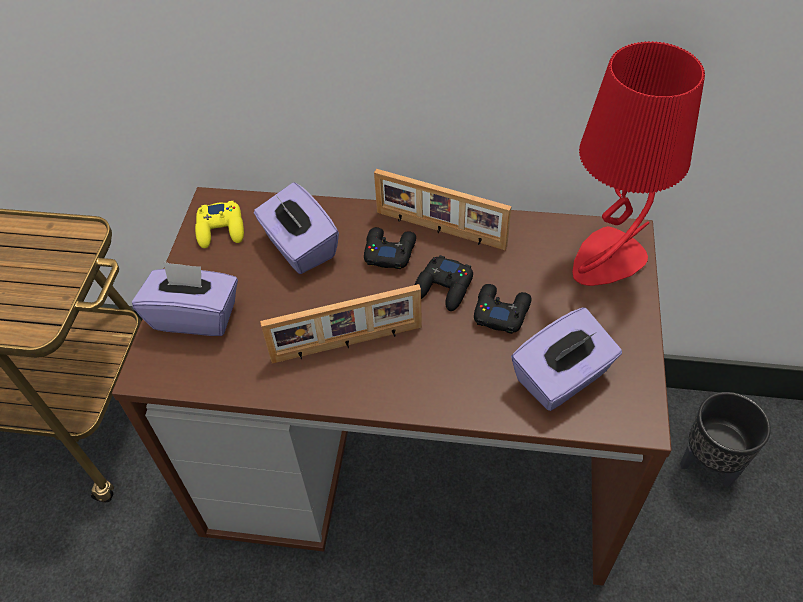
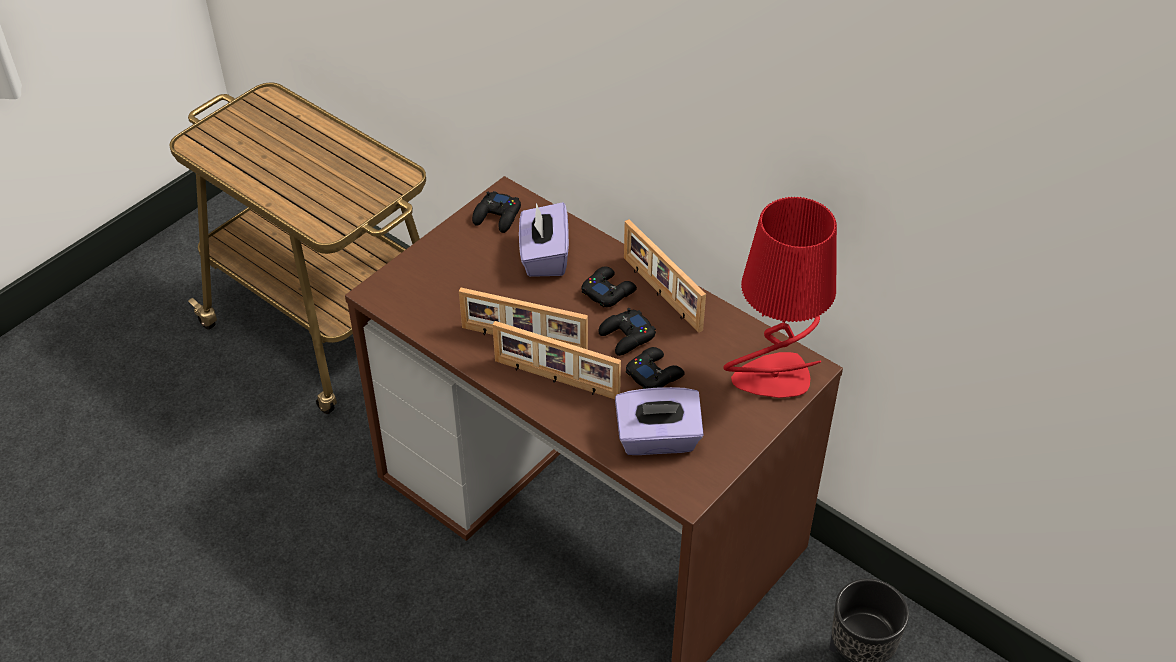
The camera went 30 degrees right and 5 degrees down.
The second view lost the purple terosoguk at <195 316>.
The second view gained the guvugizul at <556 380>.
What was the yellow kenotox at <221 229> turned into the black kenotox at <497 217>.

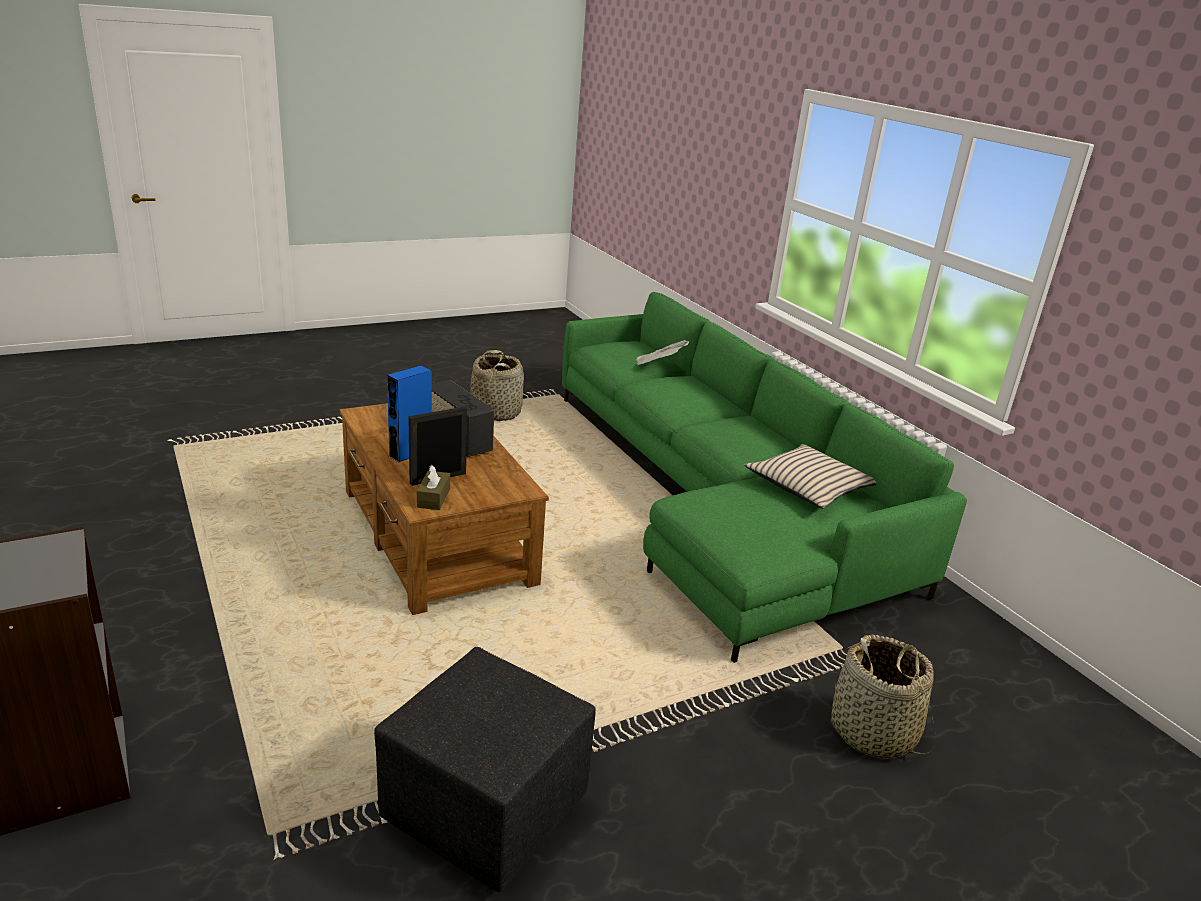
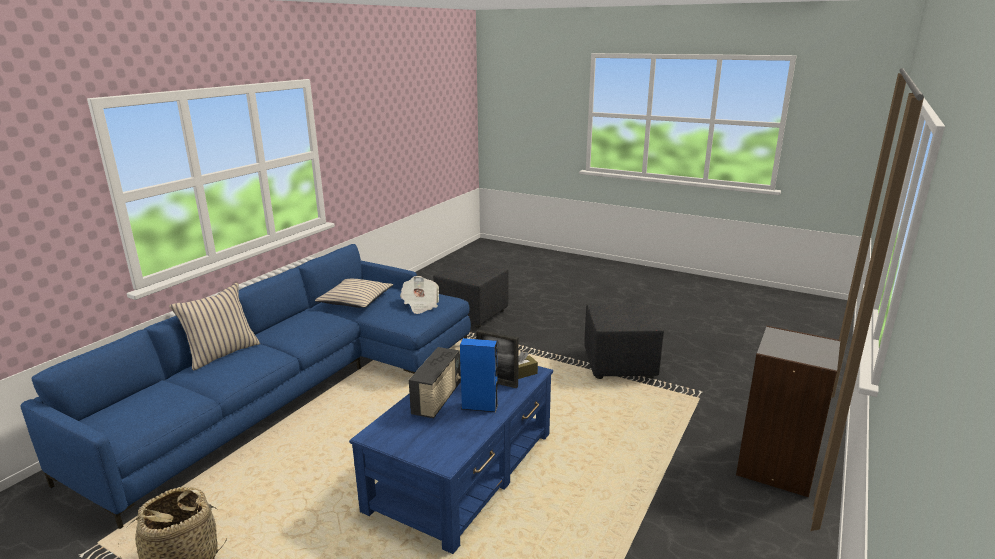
The camera went 120 degrees left and 5 degrees down.
The second view gained the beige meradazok at <222 353>.
The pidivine ended up elsewhere, having gone from <658 365> to <420 305>.
Where the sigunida stood at <873 732>, the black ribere came to stand at <473 314>.
What was the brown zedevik at <435 537> turned into the blue zedevik at <464 470>.
What was the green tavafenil at <717 500> turned into the blue tavafenil at <298 388>.

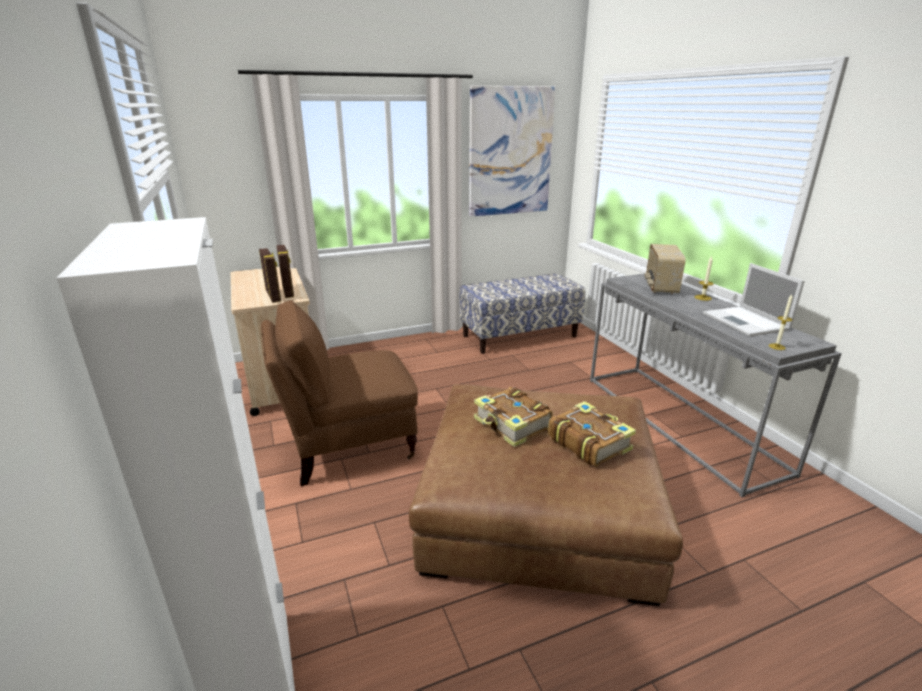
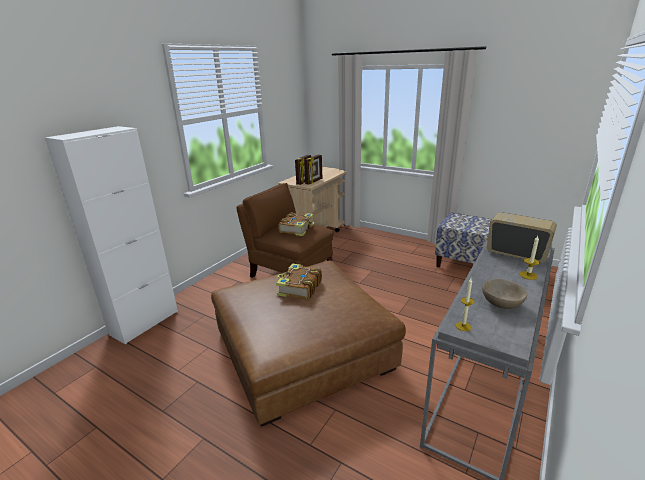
The camera went 55 degrees right and 0 degrees up.
The second view lost the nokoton at <510 152>.
The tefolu ended up elsewhere, having gone from <588 442> to <297 229>.
Where the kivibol stood at <746 322>, the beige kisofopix came to stand at <501 304>.
The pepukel at <660 287> ended up facing another way, 60 degrees clockwise from before.

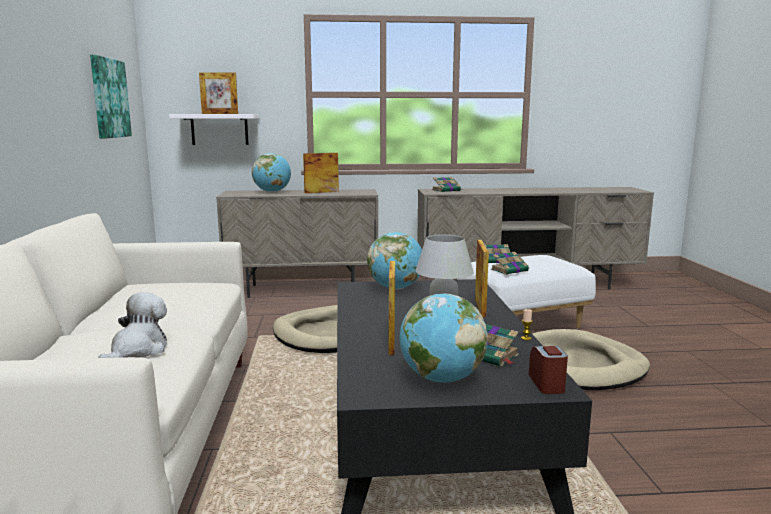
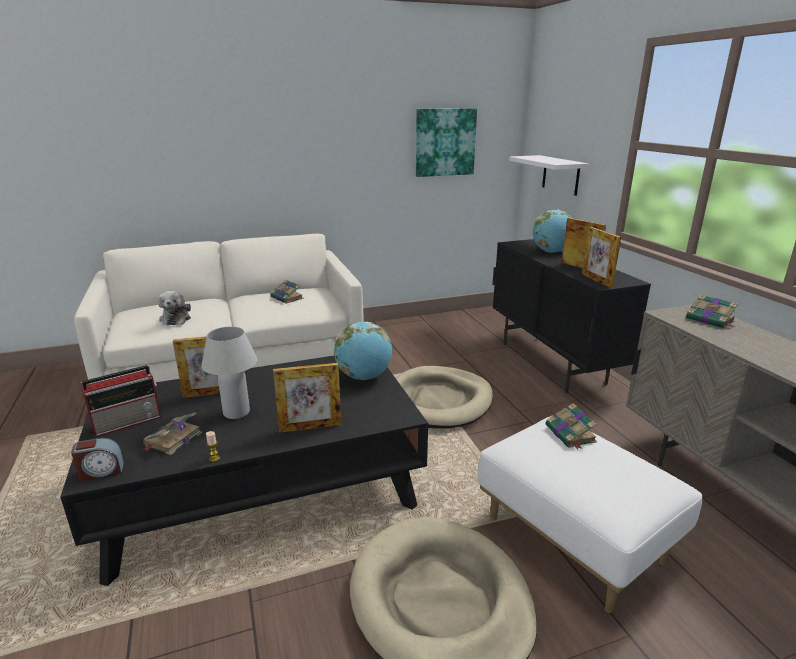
The camera went 75 degrees right and 10 degrees up.
The guvugizul ended up elsewhere, having gone from <220 113> to <596 280>.
The tefolu ended up elsewhere, having gone from <510 270> to <287 298>.
Where the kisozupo stood at <441 379>, the pepukel came to stand at <129 421>.
What was the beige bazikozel at <303 290> turned into the black bazikozel at <551 363>.
The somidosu at <138 350> ended up facing another way, 75 degrees clockwise from before.

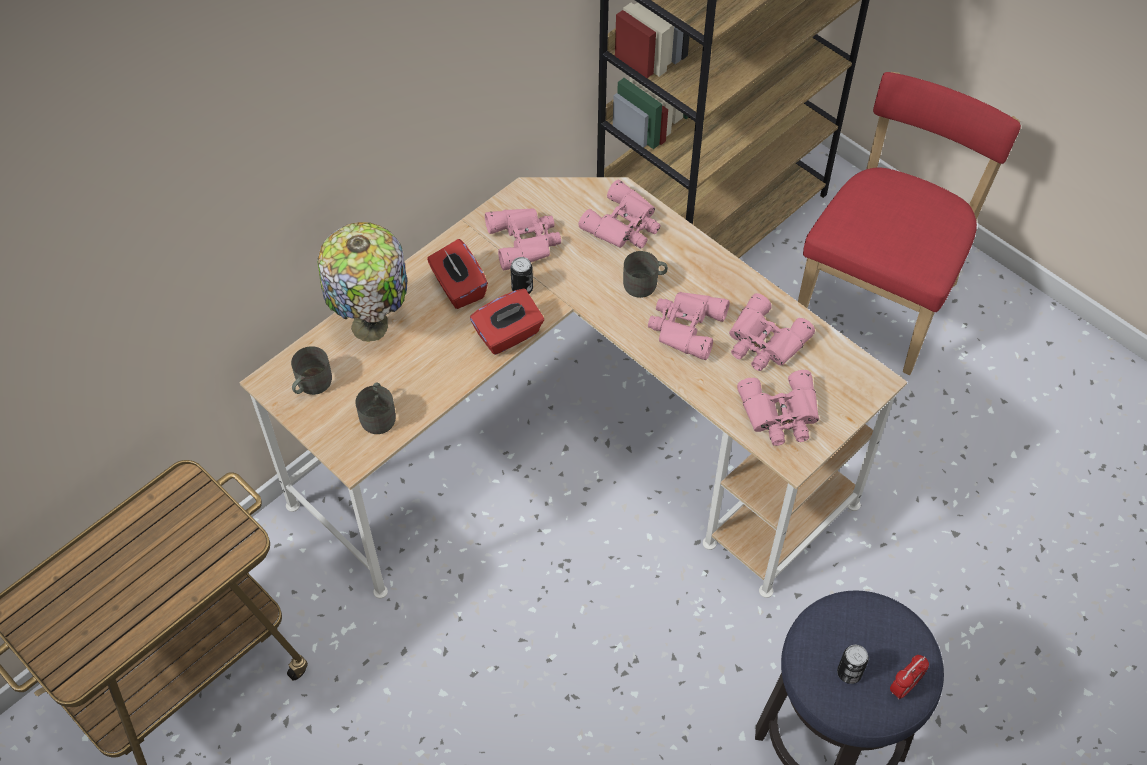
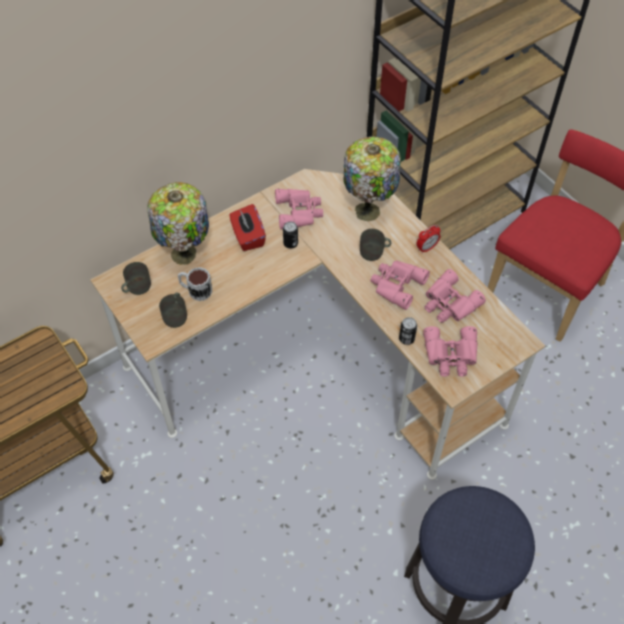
The camera went 10 degrees right and 0 degrees up.
The second view lost the red terosoguk at <508 335>.
The second view gained the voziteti at <195 290>.
The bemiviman ended up elsewhere, having gone from <849 673> to <406 339>.
The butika ended up elsewhere, having gone from <904 687> to <427 248>.
Where the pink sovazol stood at <624 225>, the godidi came to stand at <369 210>.

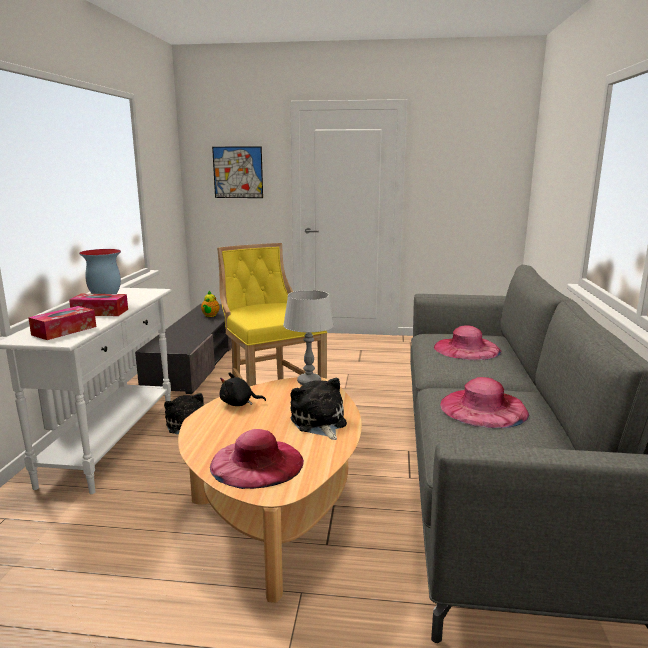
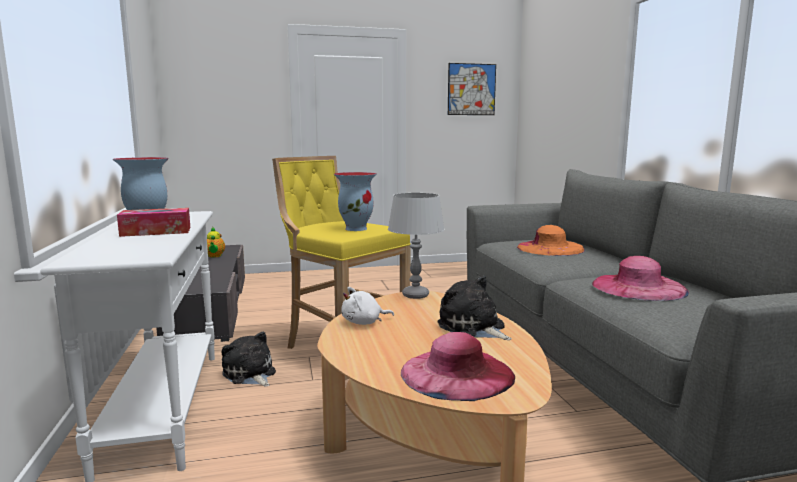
The camera went 20 degrees left and 5 degrees down.
The second view lost the terosoguk at <64 331>.
The second view gained the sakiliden at <356 229>.
The nokoton ended up elsewhere, having gone from <238 172> to <471 89>.
What was the black somidosu at <239 403> turned into the white somidosu at <364 322>.
What was the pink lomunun at <466 349> turned into the orange lomunun at <550 248>.

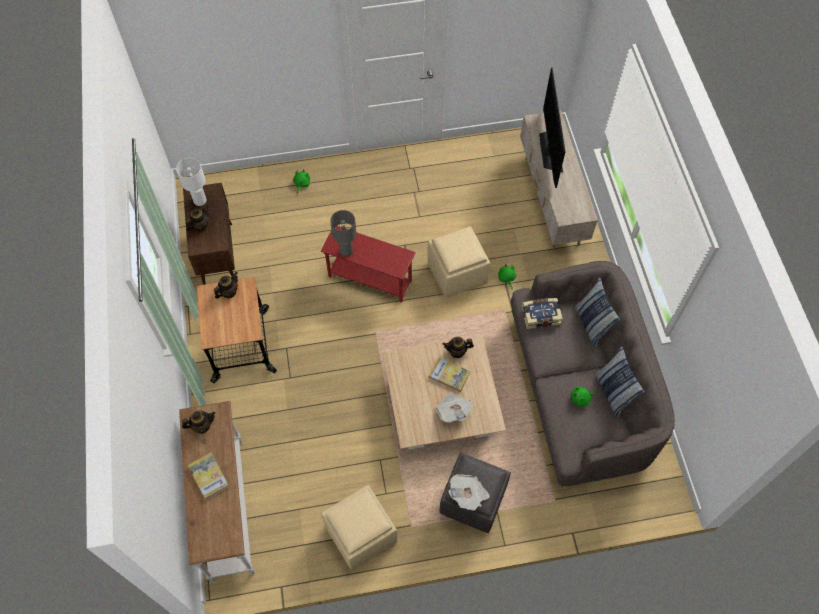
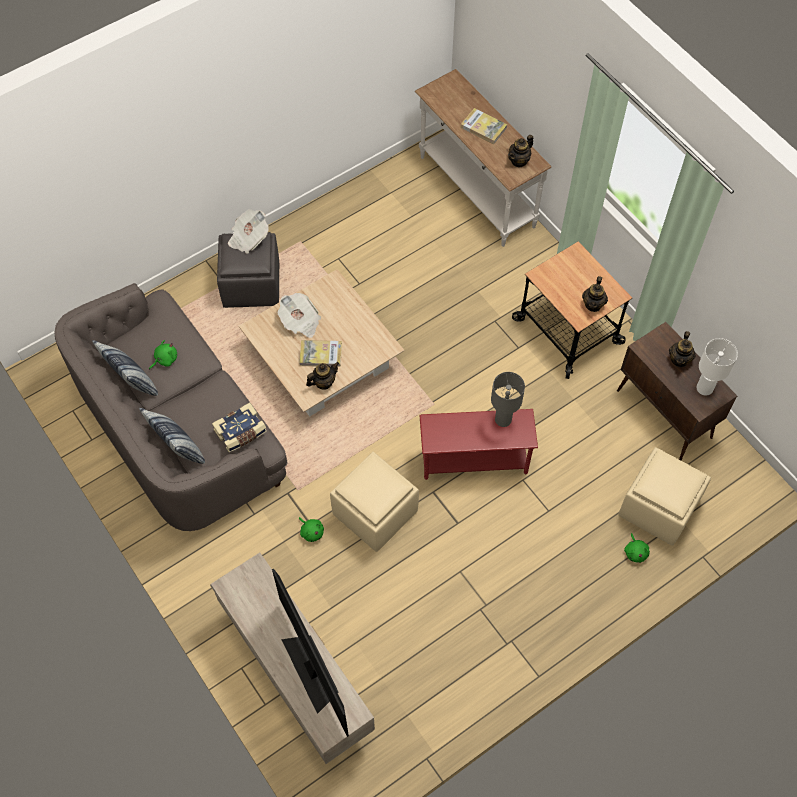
The camera went 155 degrees right and 0 degrees up.
The beige ribere ended up elsewhere, having gone from <361 533> to <658 508>.

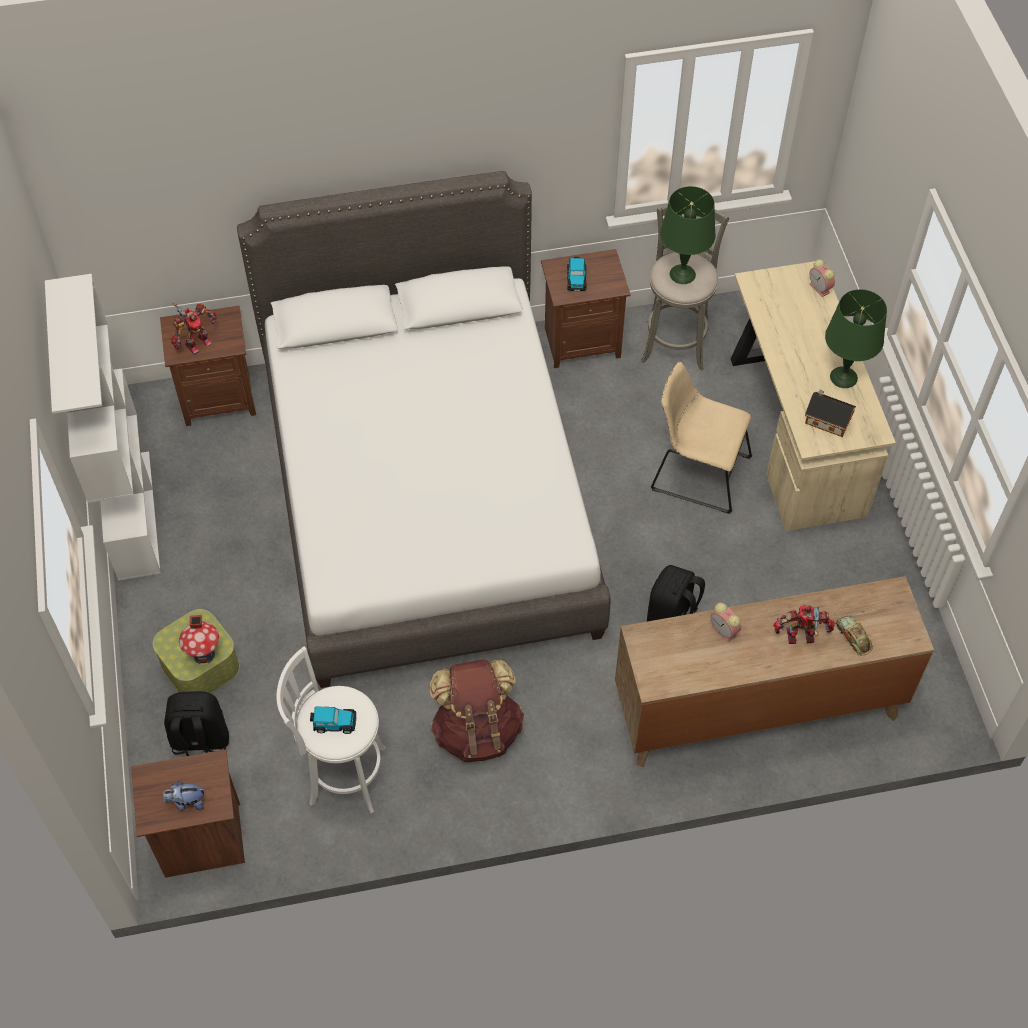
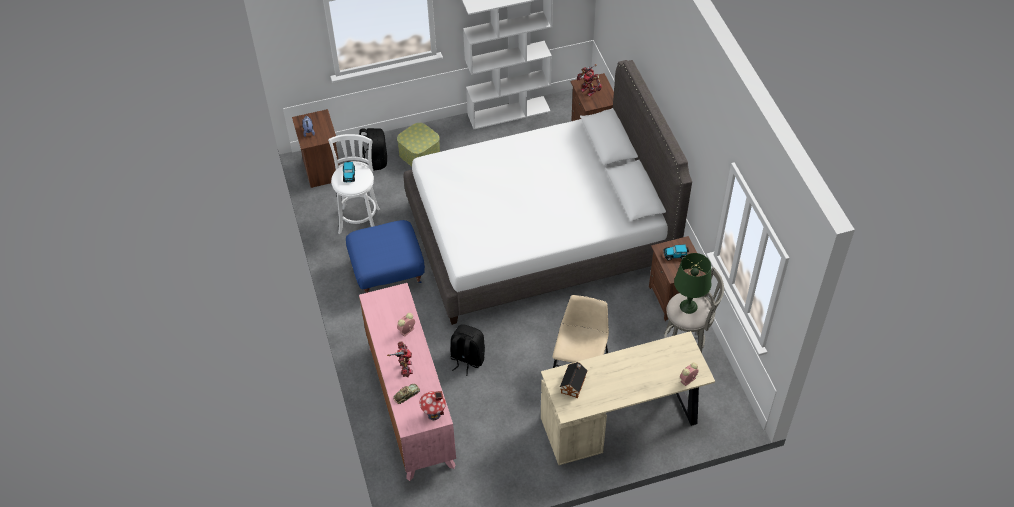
The camera went 85 degrees right and 5 degrees down.
The second view lost the green godidi at <844 377>.
The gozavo ended up elsewhere, having gone from <204 654> to <434 414>.
Where the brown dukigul stood at <477 730>, the blue ribere came to stand at <388 272>.
What was the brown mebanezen at <757 708> turned into the pink mebanezen at <410 404>.

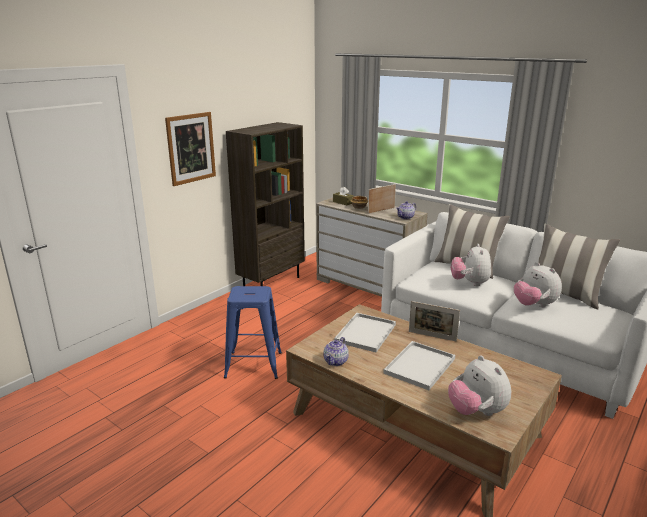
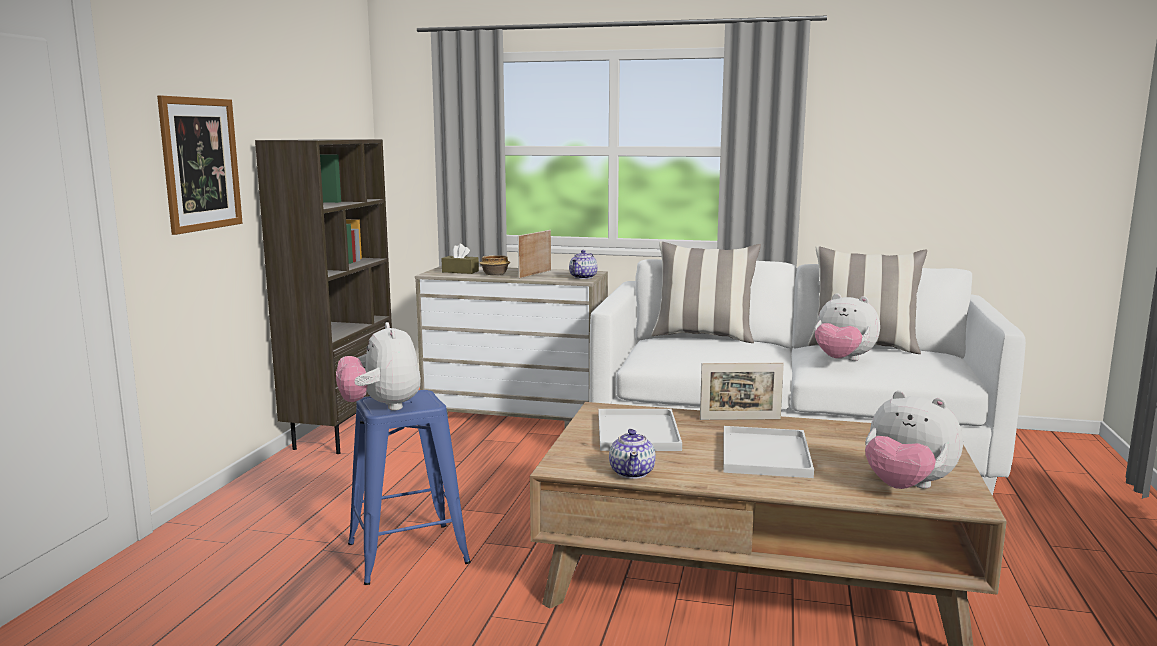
The camera went 25 degrees left and 10 degrees down.
The somidosu ended up elsewhere, having gone from <469 283> to <381 407>.

